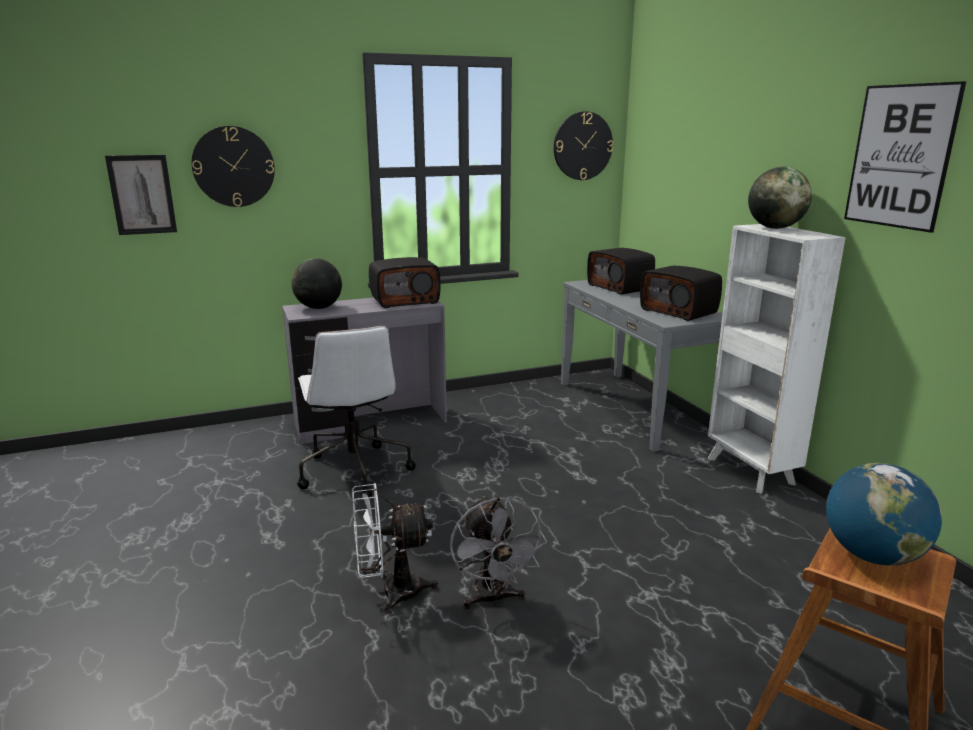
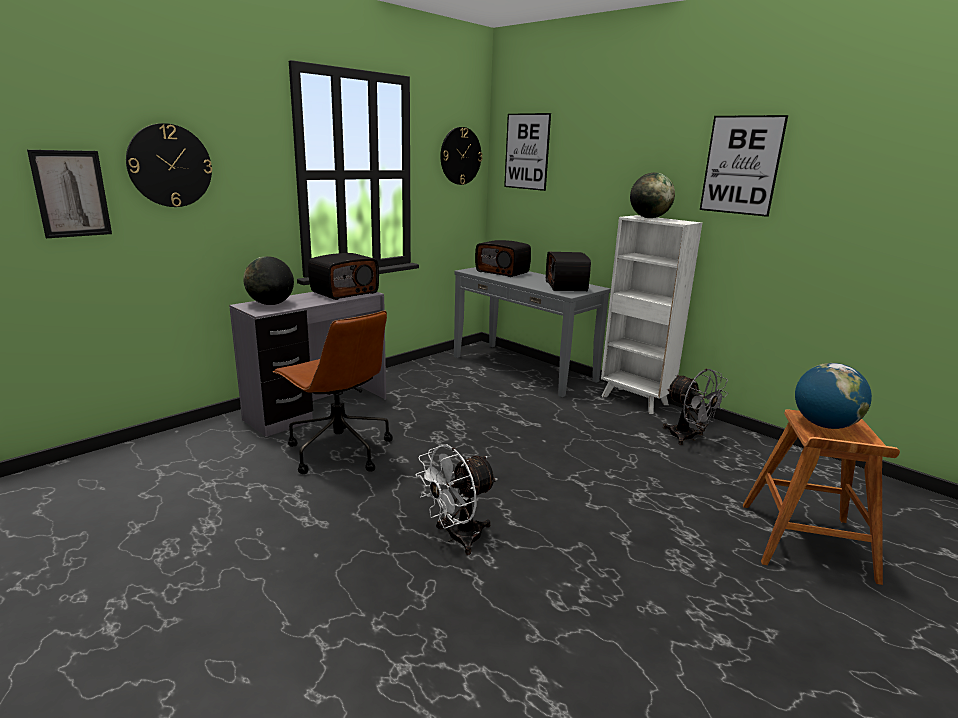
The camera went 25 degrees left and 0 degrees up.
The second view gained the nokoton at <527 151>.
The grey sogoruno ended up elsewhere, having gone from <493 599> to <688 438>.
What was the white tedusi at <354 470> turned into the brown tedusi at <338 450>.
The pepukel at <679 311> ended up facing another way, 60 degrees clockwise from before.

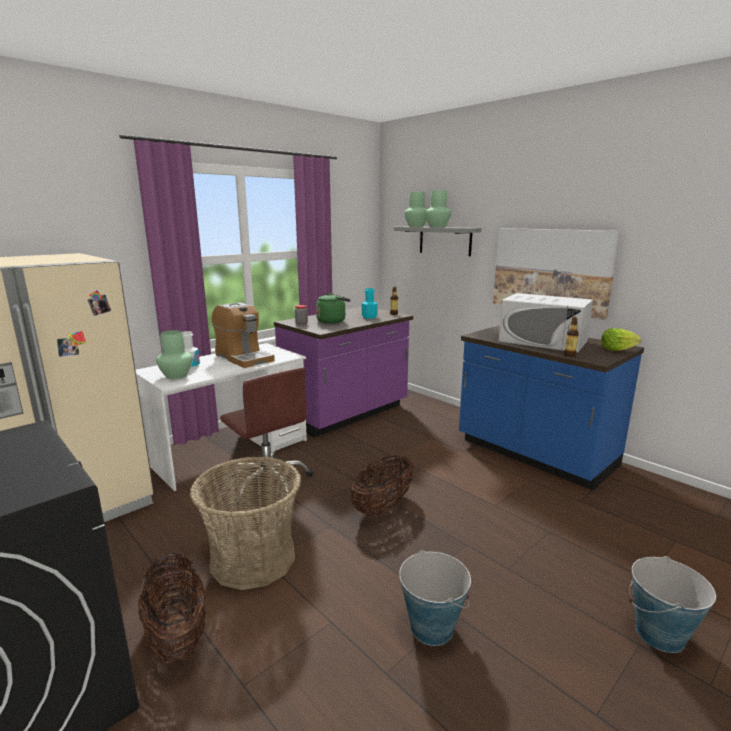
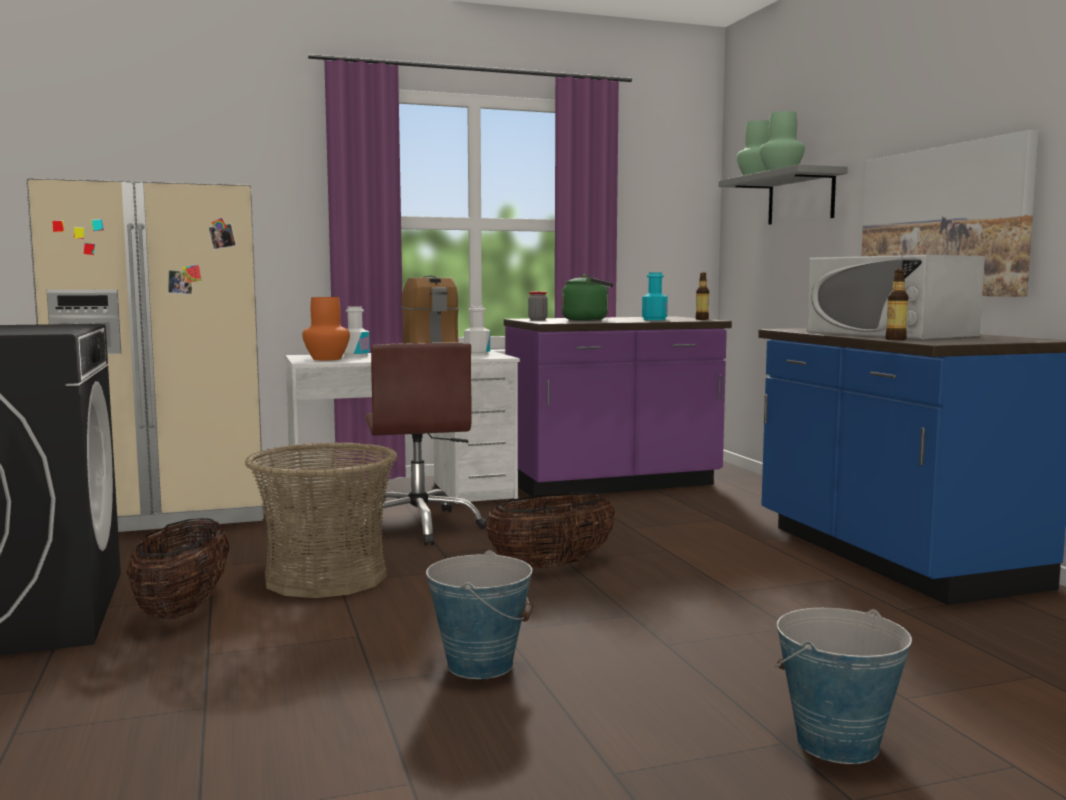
The camera went 25 degrees right and 10 degrees down.
The second view lost the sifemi at <617 350>.
The second view gained the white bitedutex at <477 354>.
What was the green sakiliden at <175 376> turned into the orange sakiliden at <326 359>.

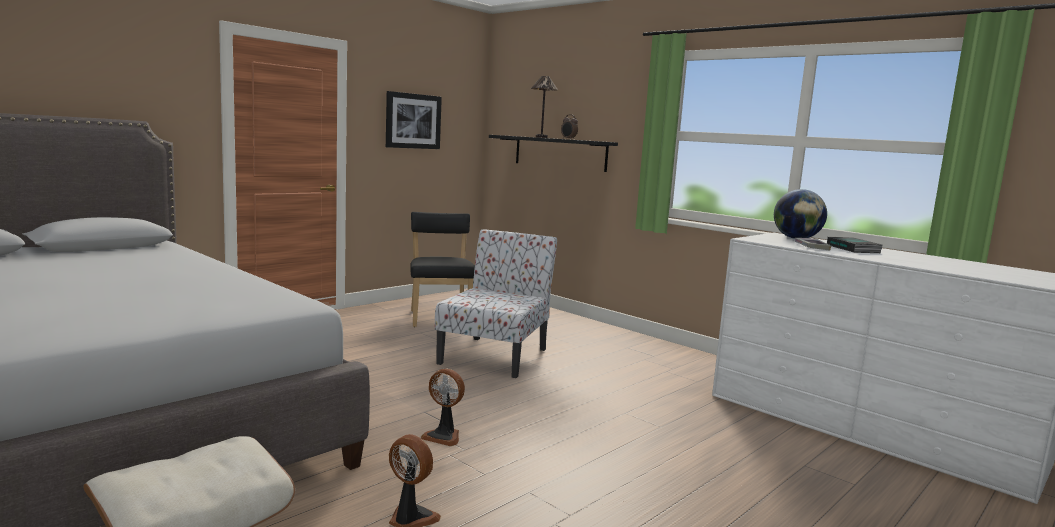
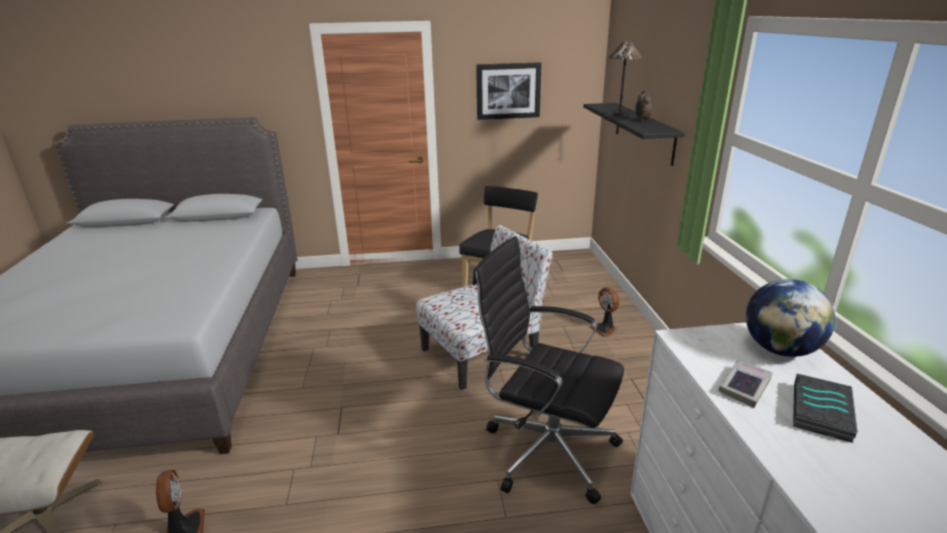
The camera went 40 degrees right and 15 degrees up.
The second view gained the black tedusi at <546 449>.
The sogoruno ended up elsewhere, having gone from <443 436> to <604 329>.

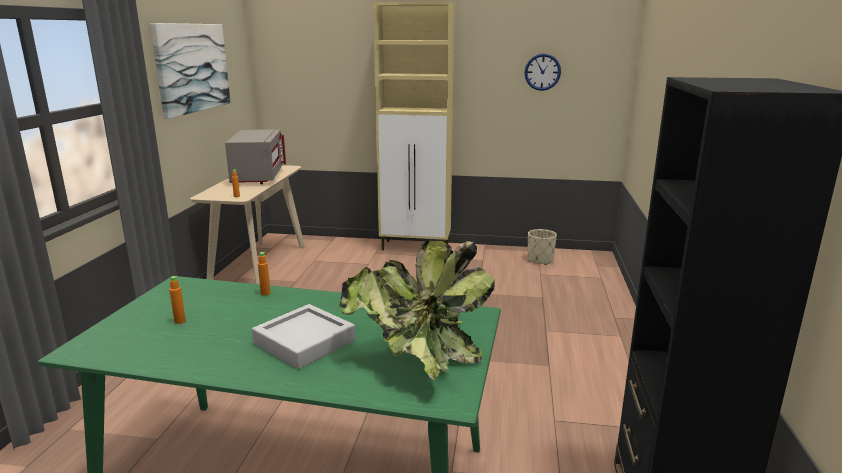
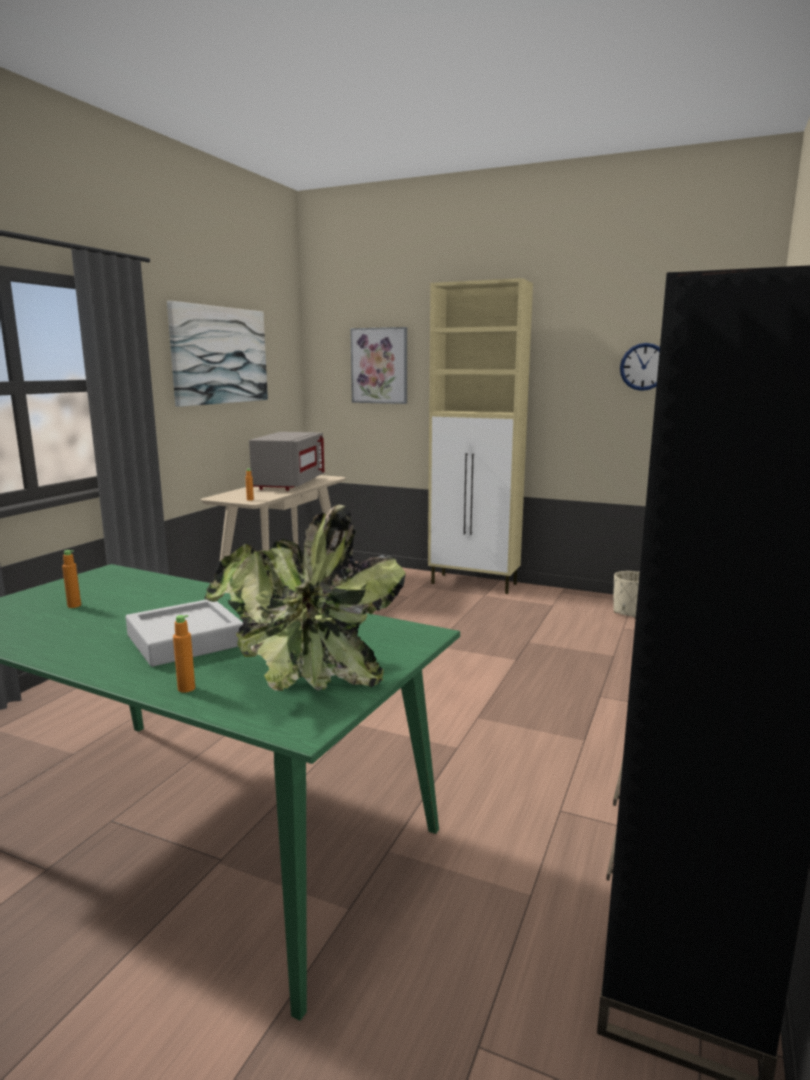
The camera went 15 degrees right and 5 degrees down.
The second view gained the nokoton at <379 365>.
The orange bitedutex ended up elsewhere, having gone from <265 293> to <186 688>.

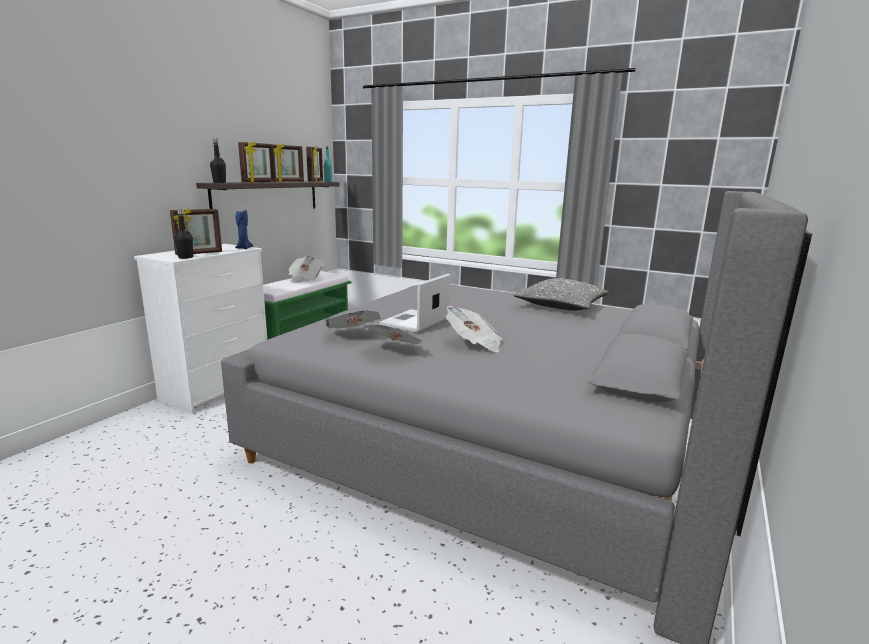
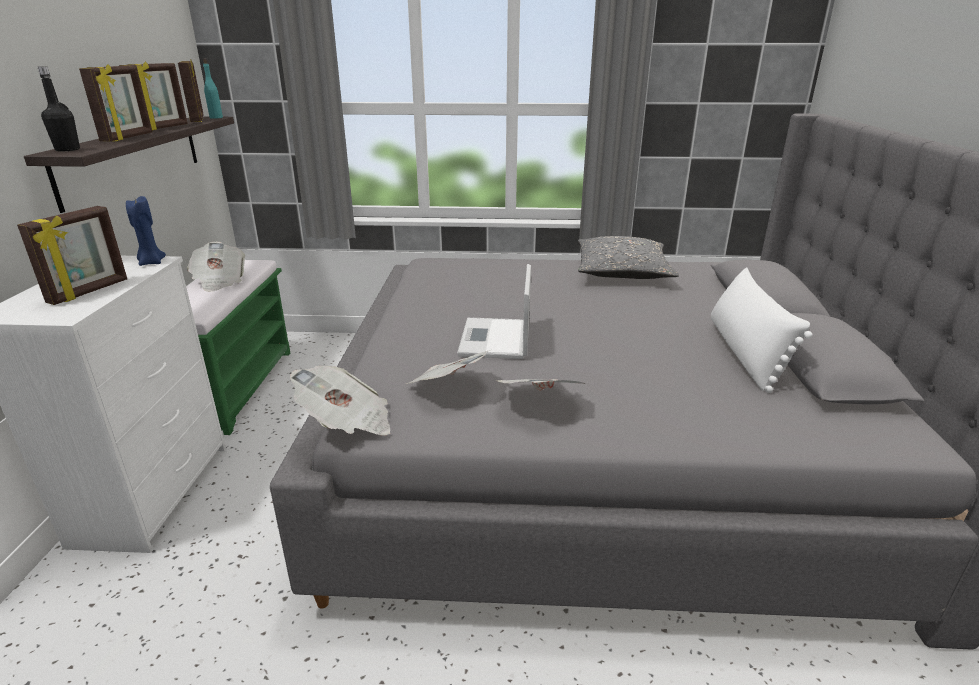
The camera went 25 degrees left and 10 degrees up.
The second view lost the black bitedutex at <185 257>.
The second view gained the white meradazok at <745 353>.
The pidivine ended up elsewhere, having gone from <474 344> to <347 423>.

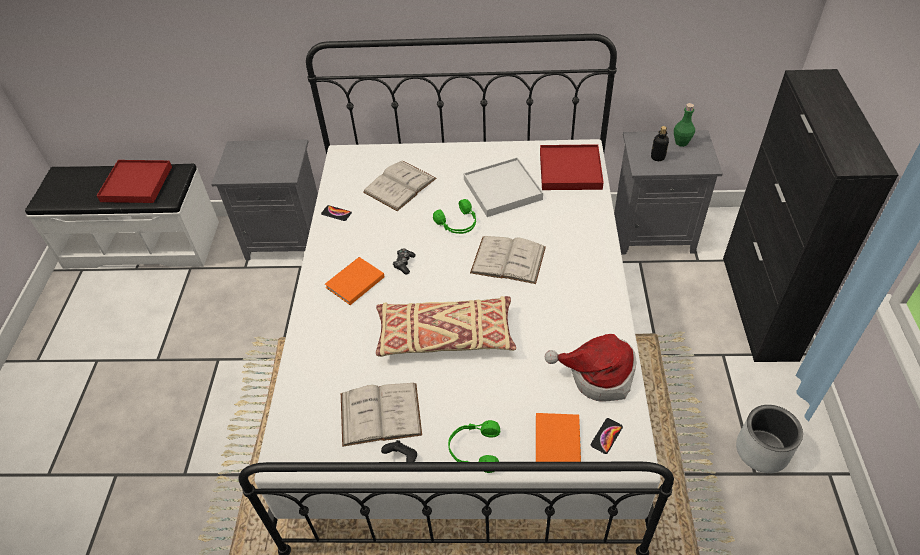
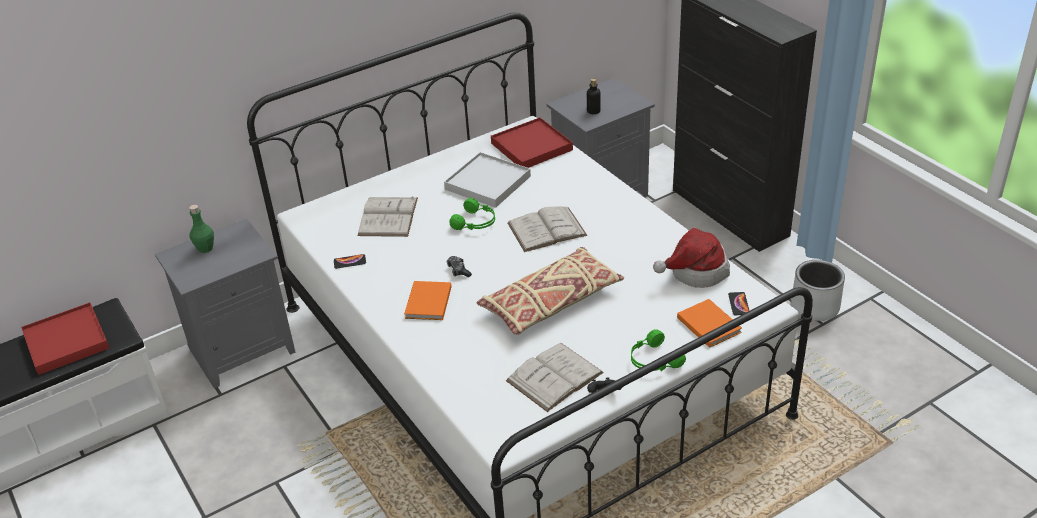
The camera went 35 degrees left and 10 degrees down.
The green bitedutex ended up elsewhere, having gone from <681 142> to <205 248>.

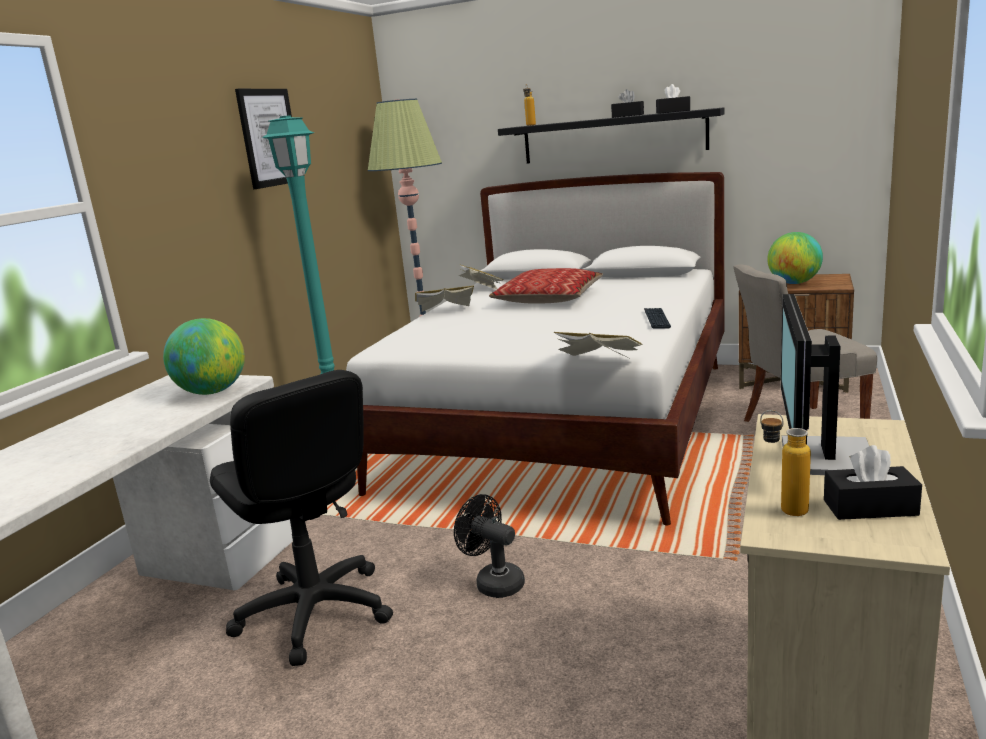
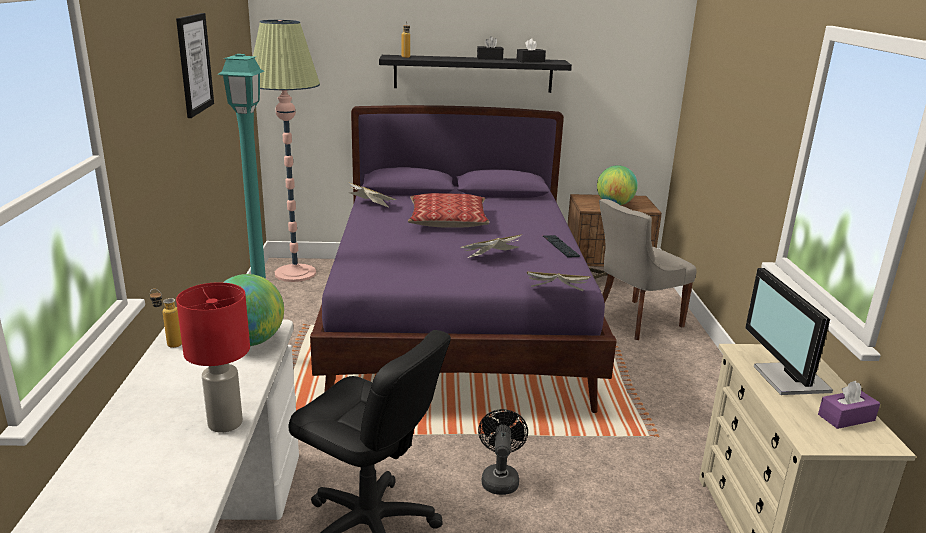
The camera went 25 degrees left and 5 degrees up.
The second view gained the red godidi at <224 424>.
The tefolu ended up elsewhere, having gone from <446 311> to <491 257>.
The bitedutex ended up elsewhere, having gone from <783 508> to <169 343>.
What was the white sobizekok at <565 422> turned into the purple sobizekok at <457 323>.
What was the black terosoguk at <870 508> turned into the purple terosoguk at <846 417>.
The black sogoruno at <494 582> ended up facing another way, 75 degrees clockwise from before.

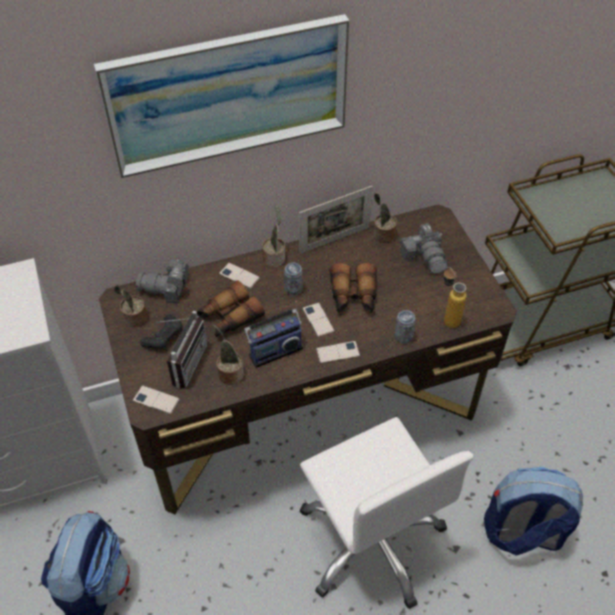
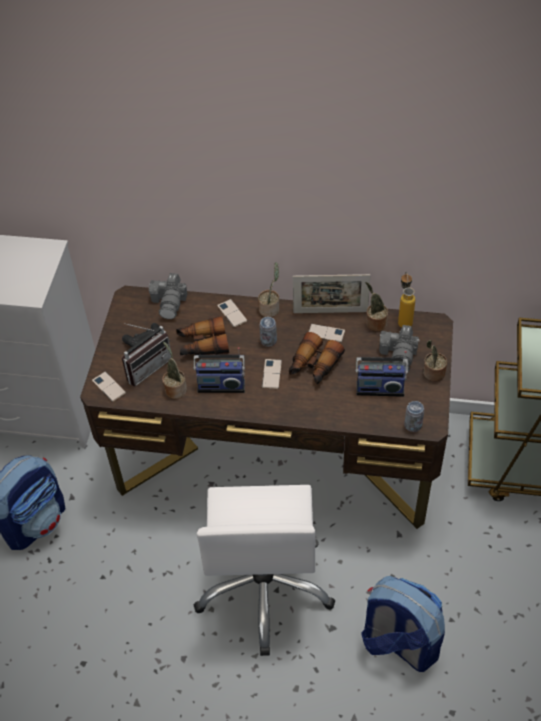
The camera went 30 degrees right and 0 degrees up.
The second view lost the nokoton at <228 95>.
The second view gained the pepukel at <380 387>.
The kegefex ended up elsewhere, having gone from <134 319> to <432 373>.
The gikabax ended up elsewhere, having gone from <338 352> to <326 333>.
The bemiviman ended up elsewhere, having gone from <403 337> to <413 425>.
The bitedutex ended up elsewhere, having gone from <447 317> to <404 319>.
The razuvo at <167 289> ended up facing another way, 120 degrees counterclockwise from before.

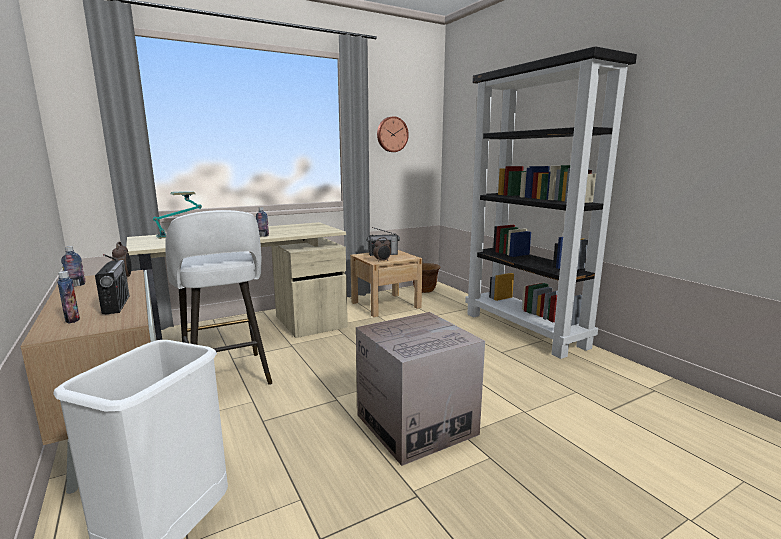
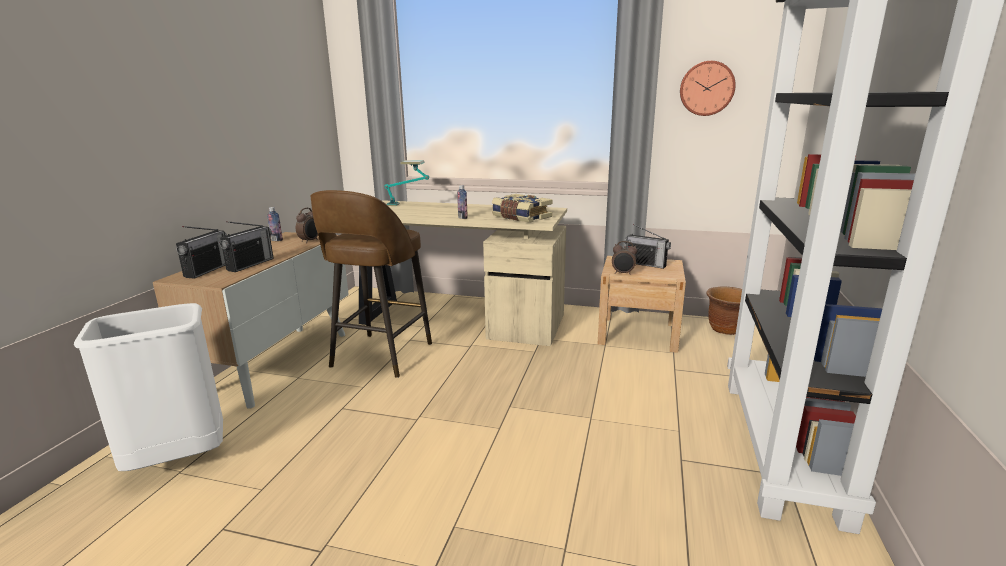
The camera went 45 degrees right and 5 degrees up.
The second view lost the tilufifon at <416 424>.
The second view gained the tefolu at <520 217>.
Where the bitedutex stood at <72 320>, the pepukel came to stand at <207 270>.
What was the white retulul at <227 378> turned into the brown retulul at <380 356>.

